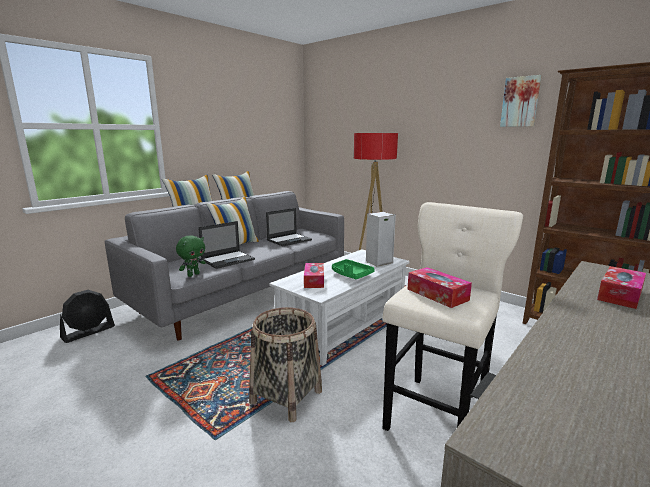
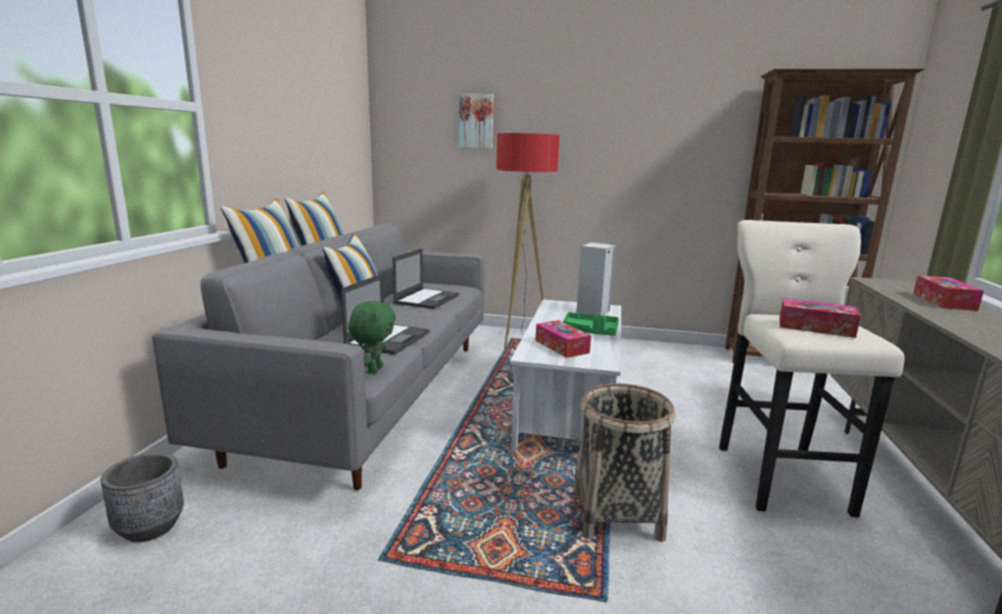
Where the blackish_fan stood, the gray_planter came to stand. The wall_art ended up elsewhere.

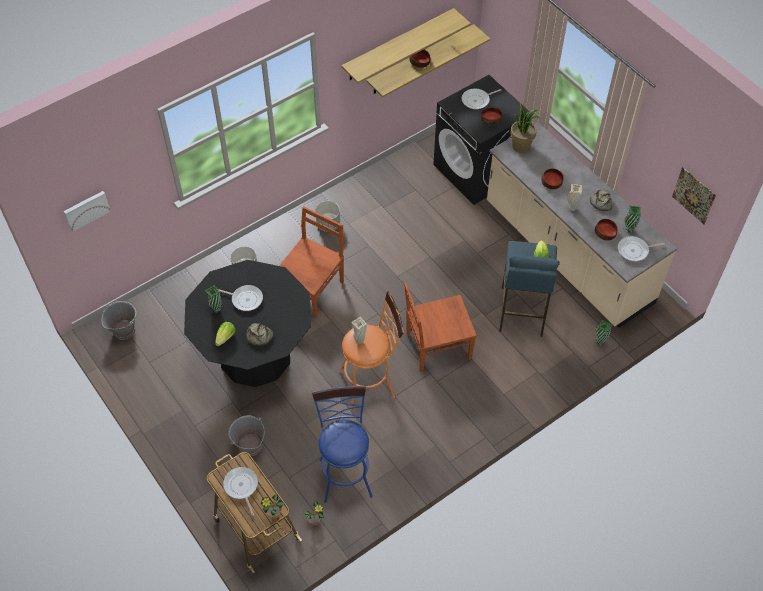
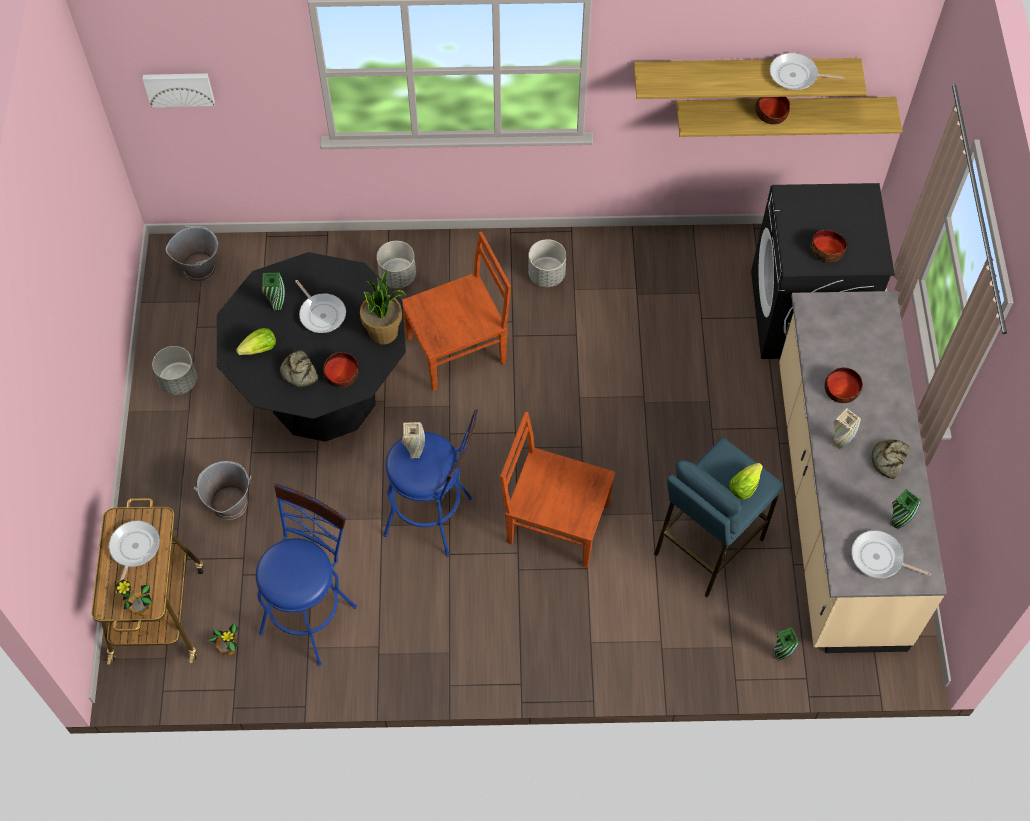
The second view gained the gray_planter (1st from left). The deep_dish (4th from left in the first image) ended up elsewhere. The houseplant (3rd from left) ended up elsewhere. What was the orange_stool_seat turned into the bluish_stool_seat (2nd from left). The pan (3rd from left) ended up elsewhere. The second view lost the wall_art (2nd from left).

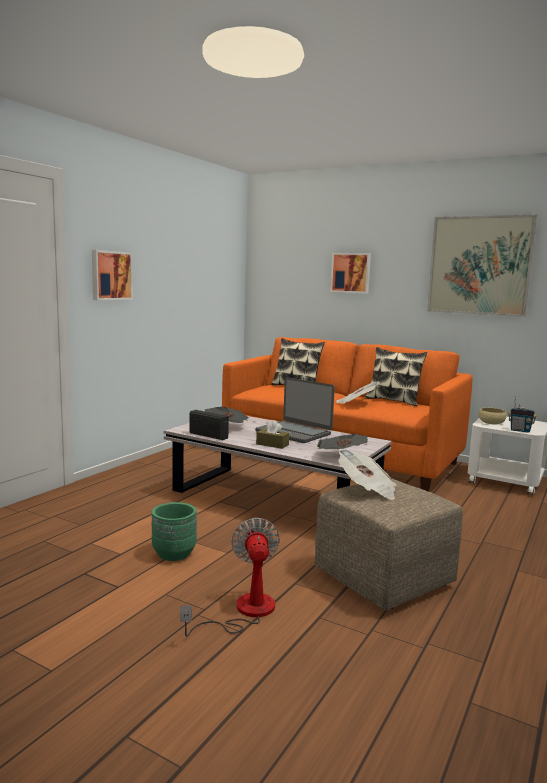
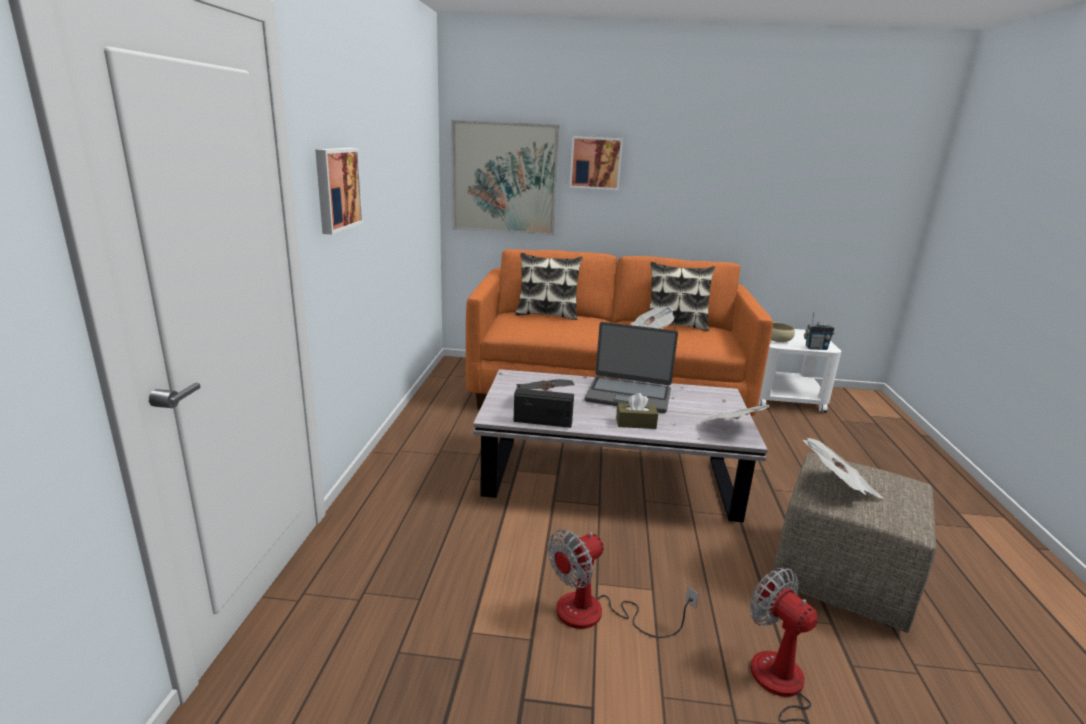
The wall_art (3rd from left in the first image) ended up elsewhere. Where the greenish_planter stood, the fan (1st from left) came to stand.

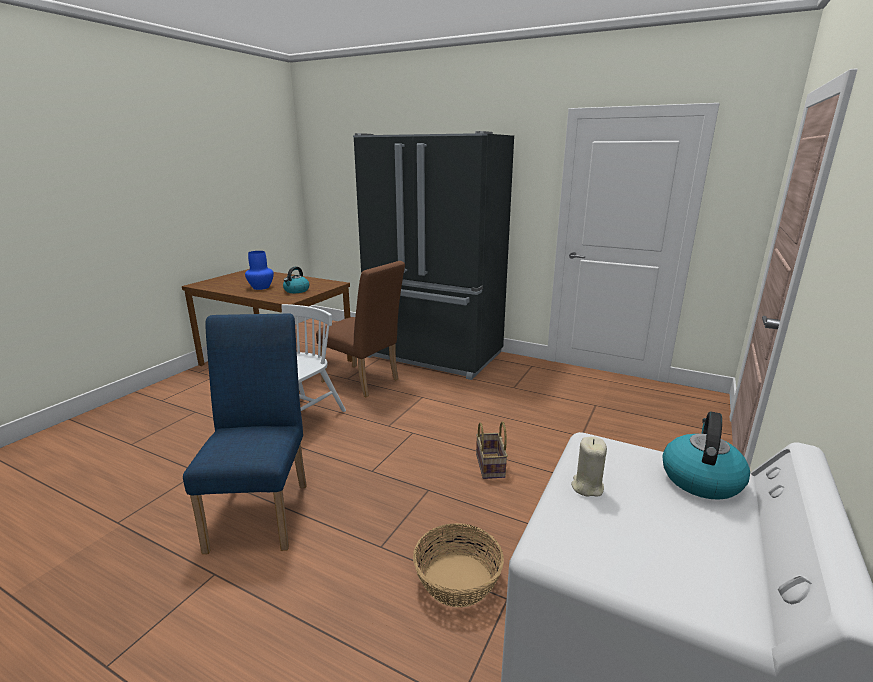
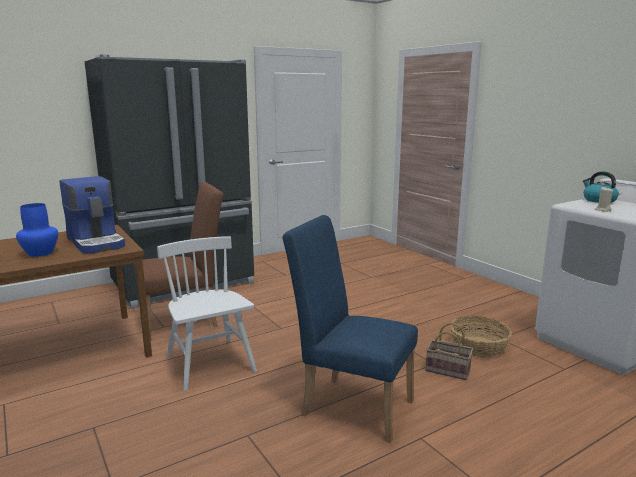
Where the kettle (1st from left) stood, the coffee_maker came to stand. The storage_basket (2nd from left in the first image) ended up elsewhere.

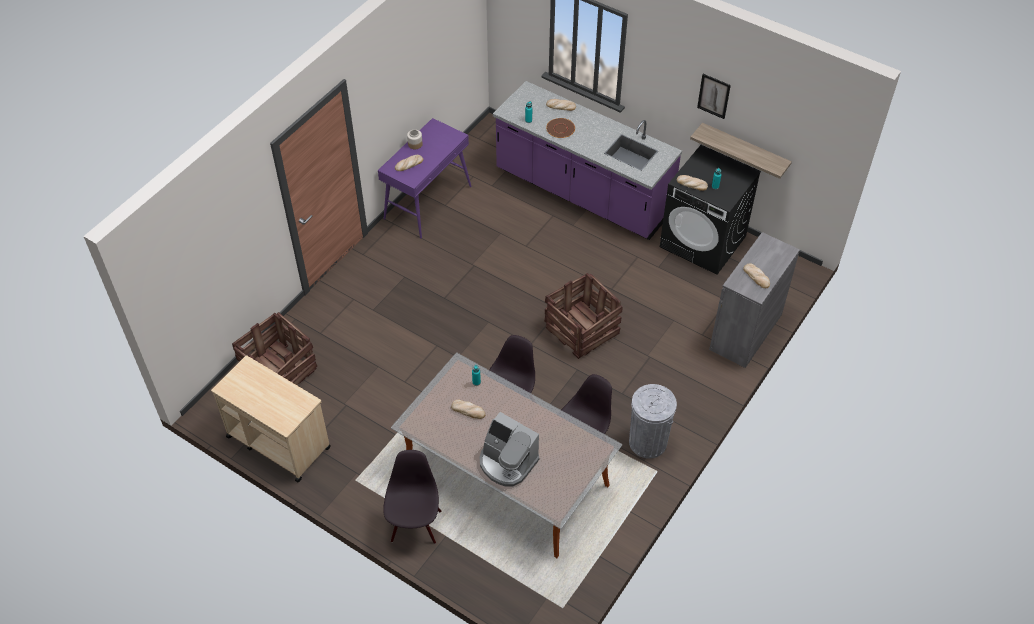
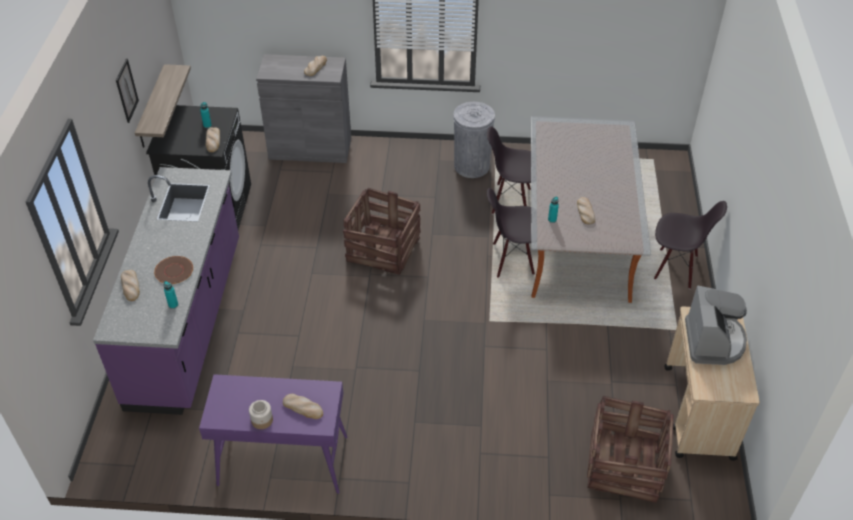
The blackish_plain_chair (1st from left in the first image) ended up facing another way, 135 degrees counterclockwise from before. The coffee_maker ended up elsewhere.

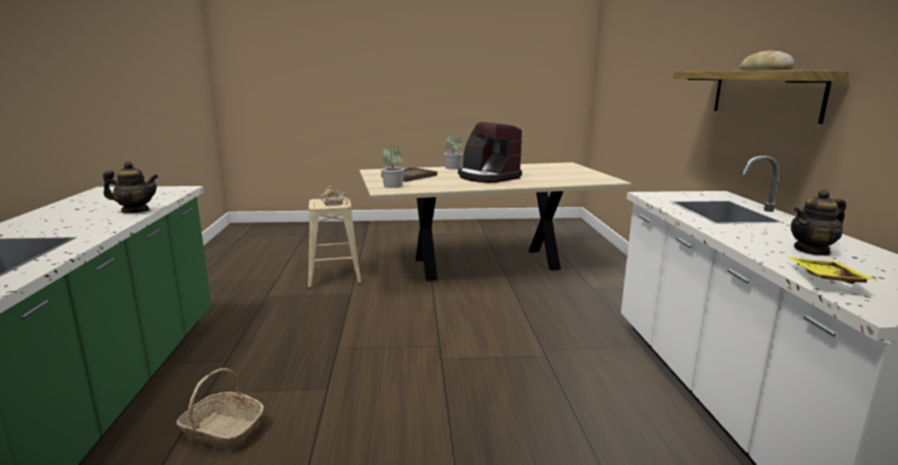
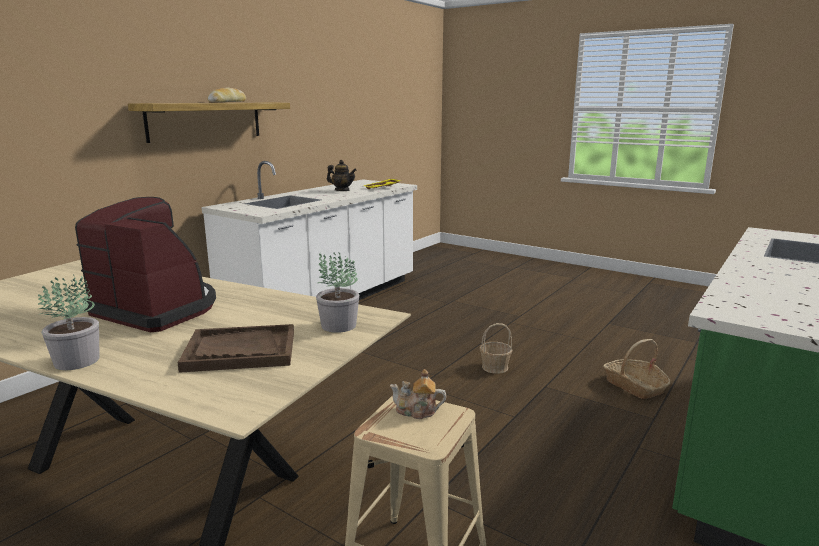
The coffee_maker ended up facing another way, 60 degrees counterclockwise from before. The second view gained the storage_basket (1st from left). The second view lost the tea_pot (1st from left).

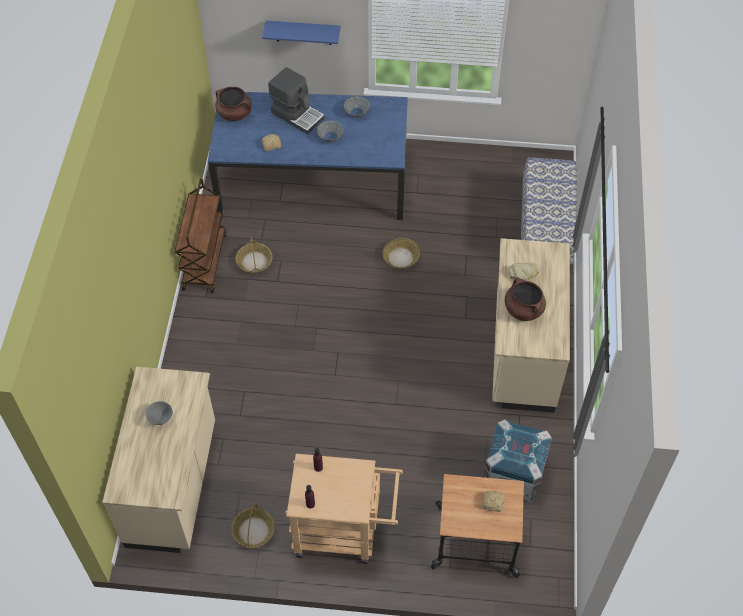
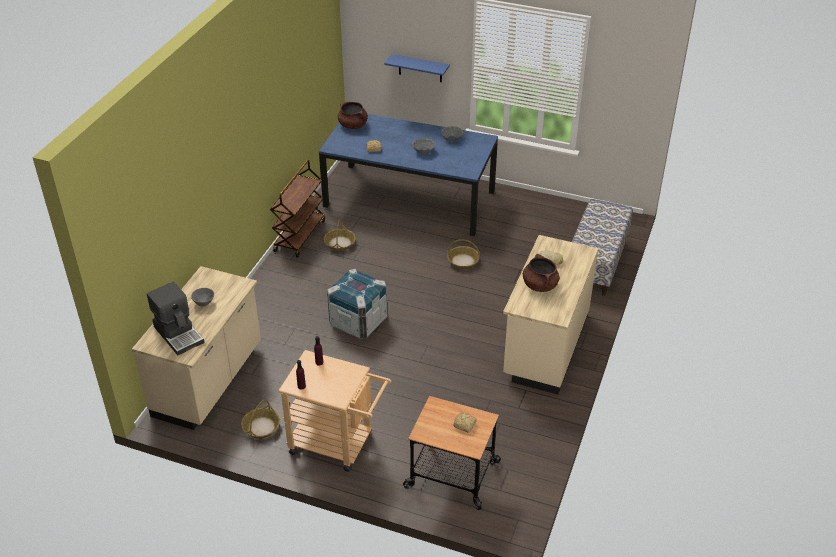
The coffee_maker ended up elsewhere. The packing_crate ended up elsewhere.

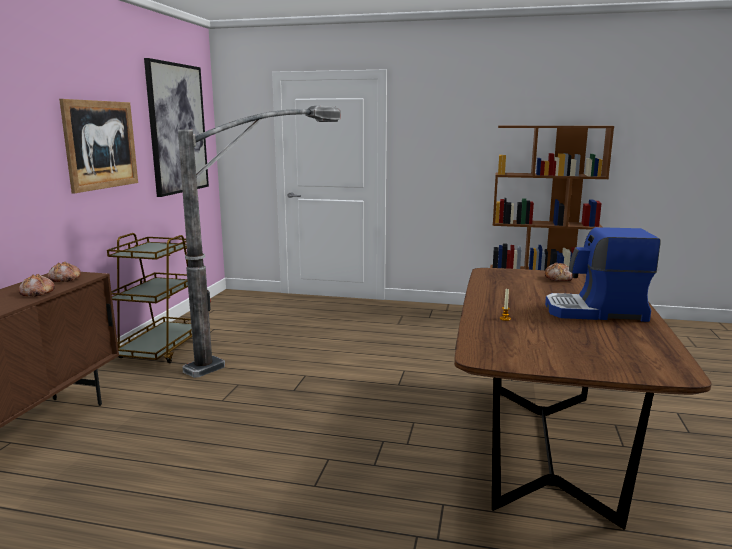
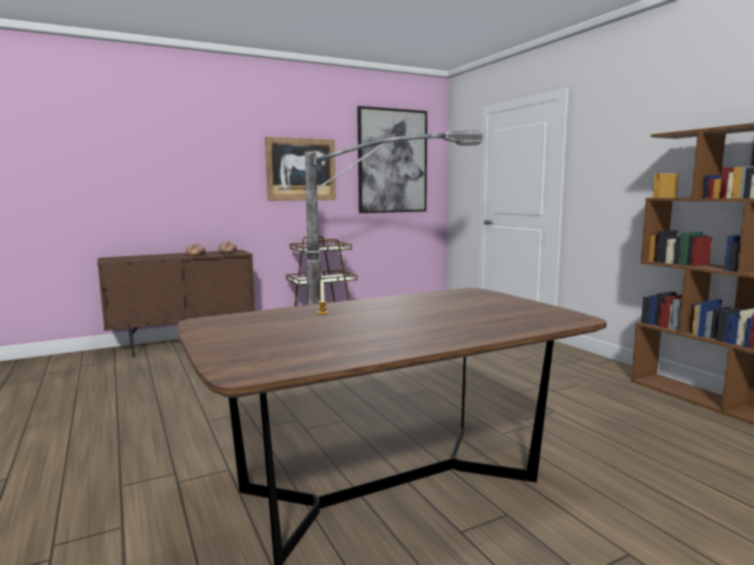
The second view lost the coffee_maker. The second view lost the baked_bread (3rd from left).

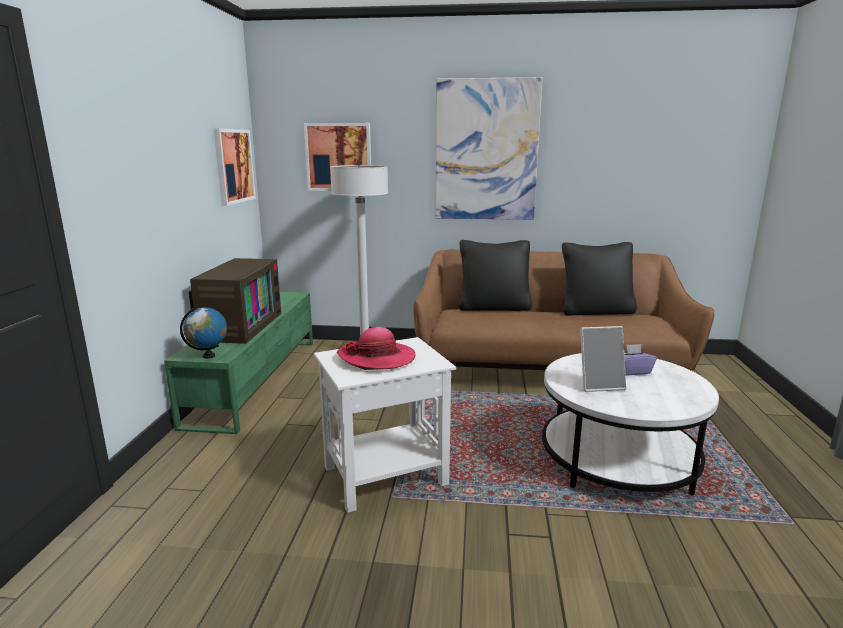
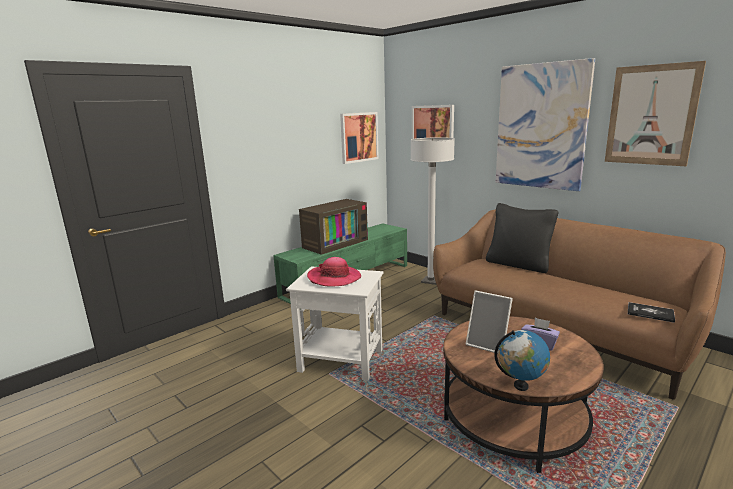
What was the white-coloured_coffee_table turned into the brown_coffee_table. The globe ended up elsewhere. The second view gained the wall_art (4th from left). The second view gained the volume. The second view lost the blackish_throw_pillow (2nd from left).

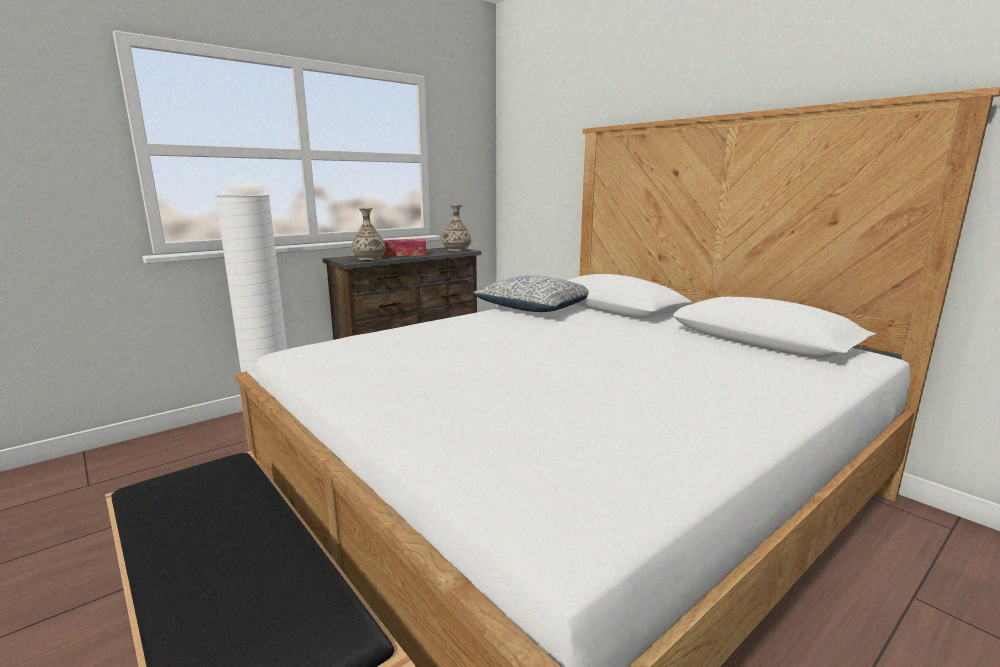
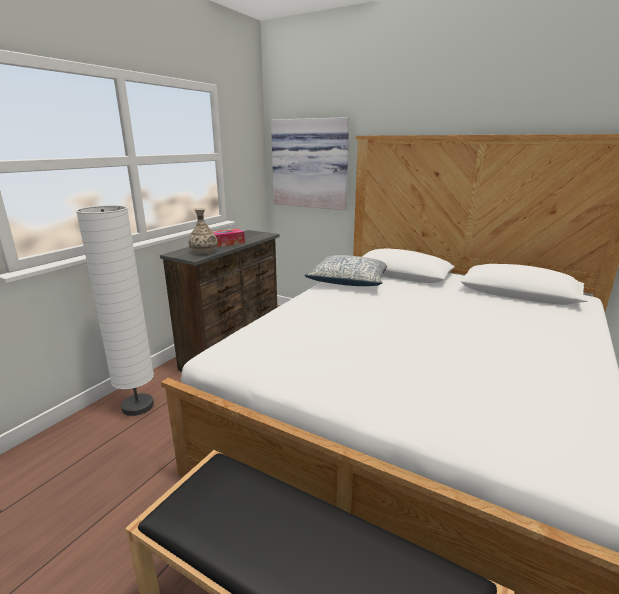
The second view gained the wall_art. The second view lost the flower_vase (2nd from left).

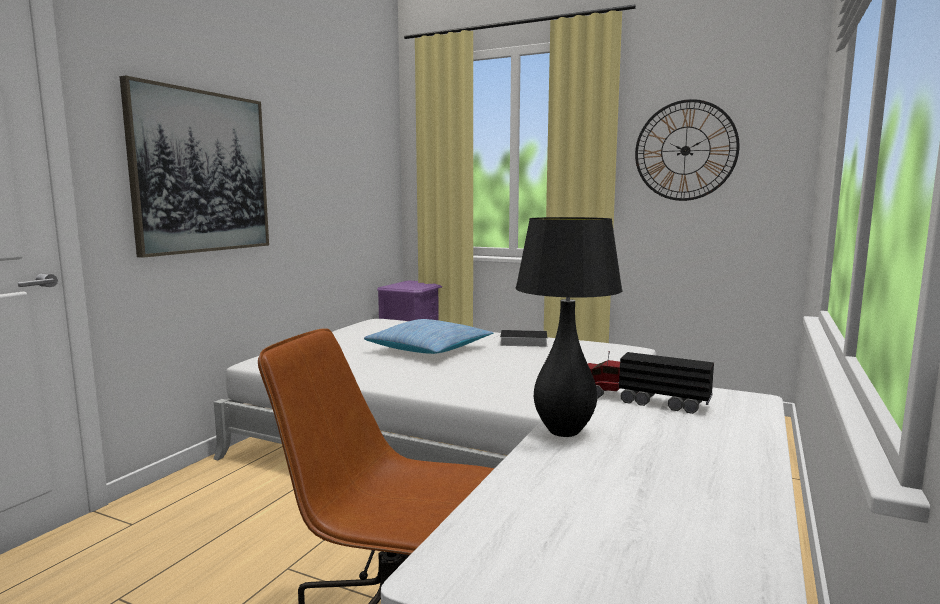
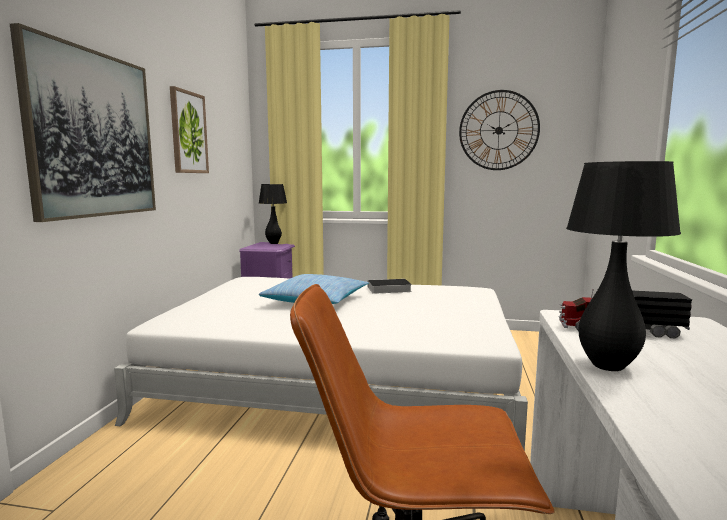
The second view gained the wall_art (2nd from left). The second view gained the blackish_table_lamp (1st from left).

